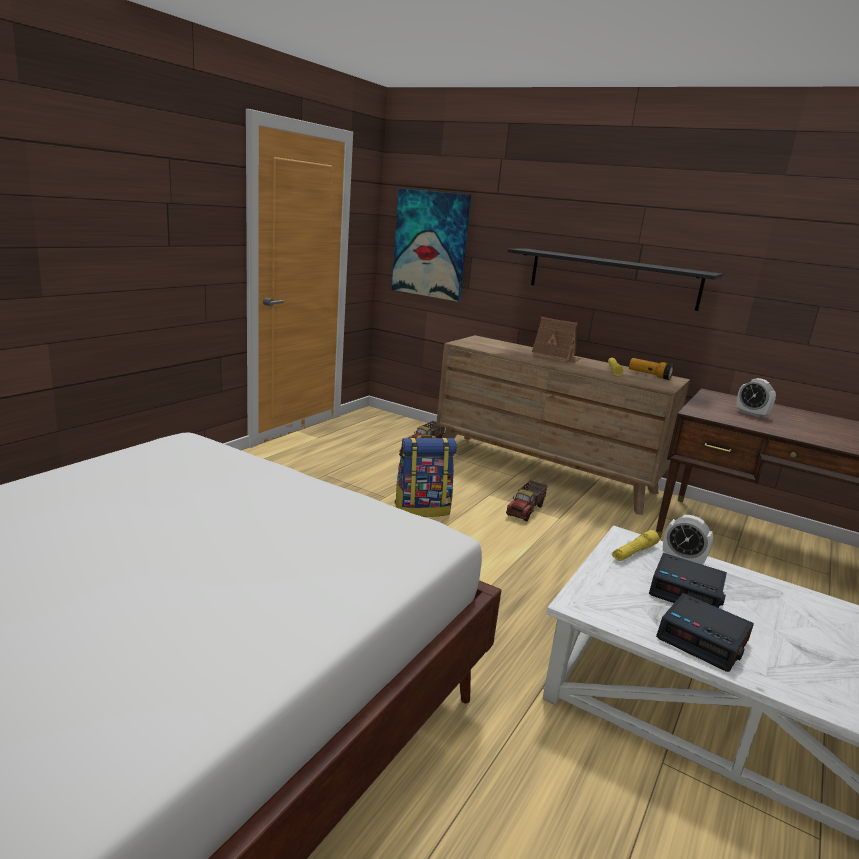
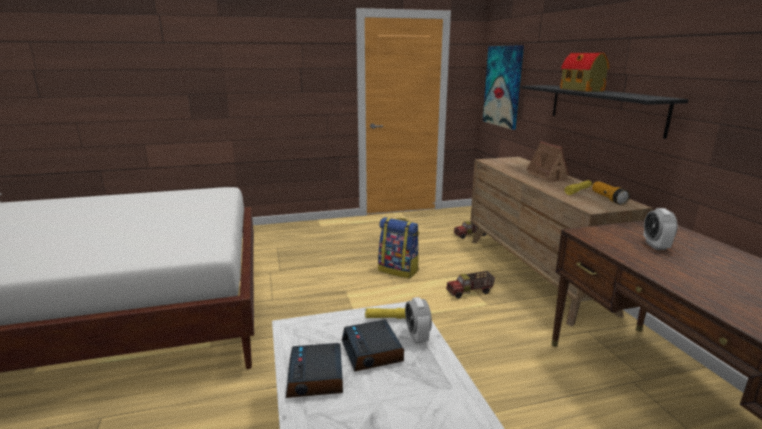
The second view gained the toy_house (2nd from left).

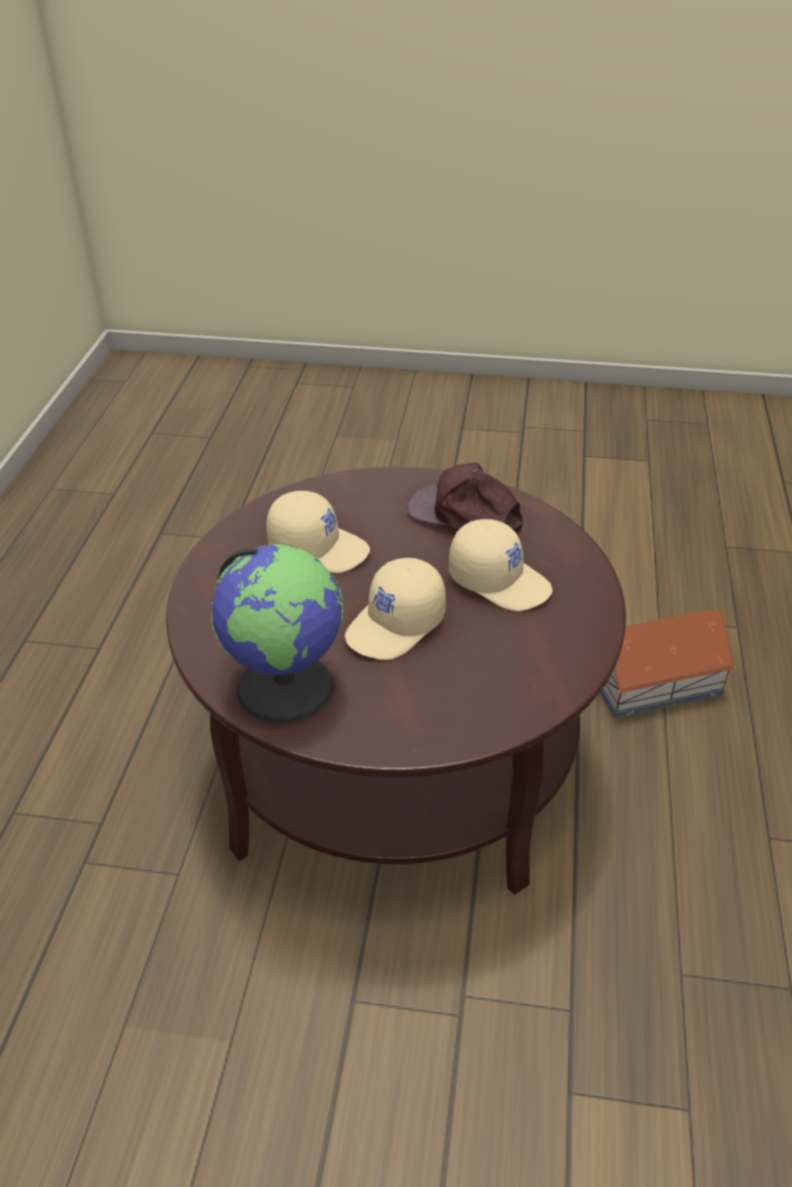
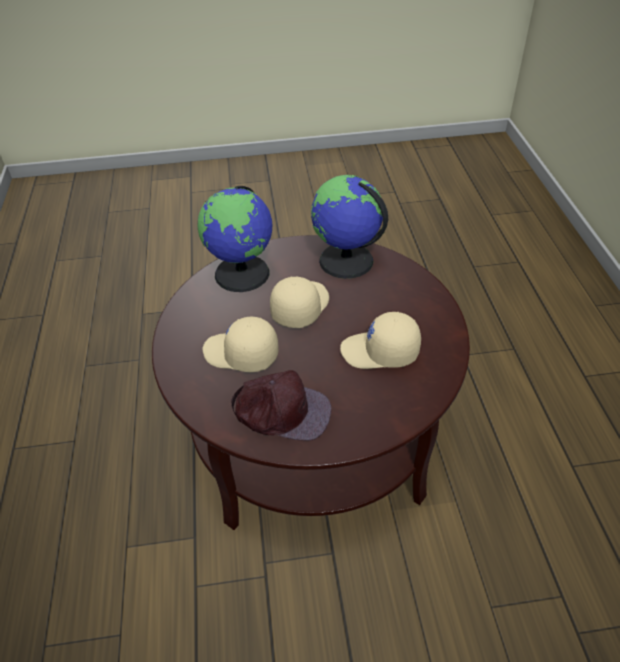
The second view gained the globe (1st from left). The second view lost the toy_house.

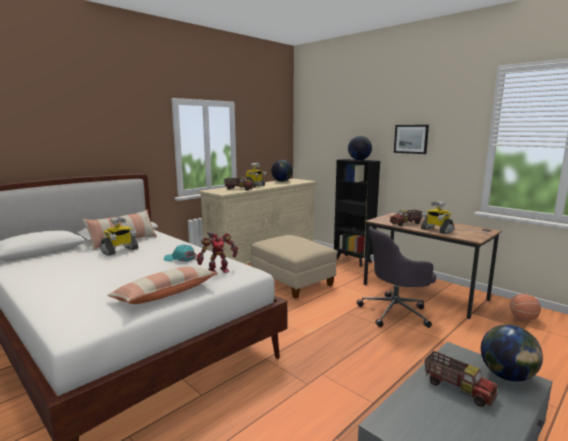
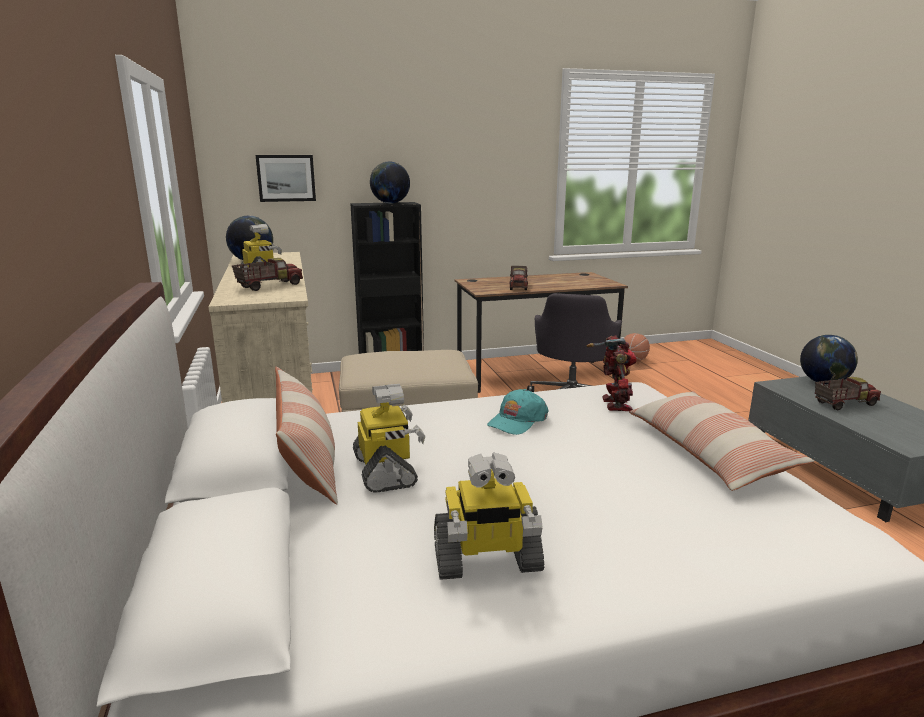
The wall_art ended up elsewhere. The robot_figure (4th from left in the first image) ended up elsewhere.

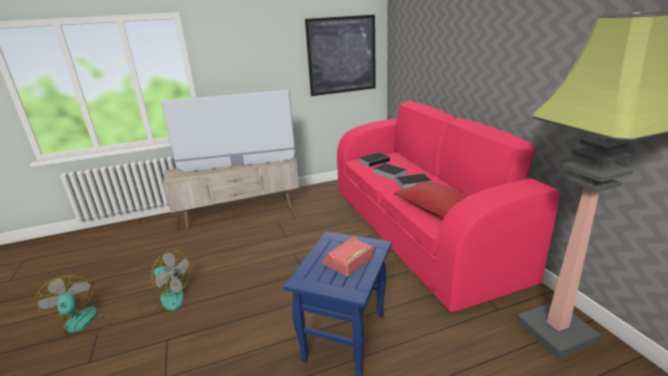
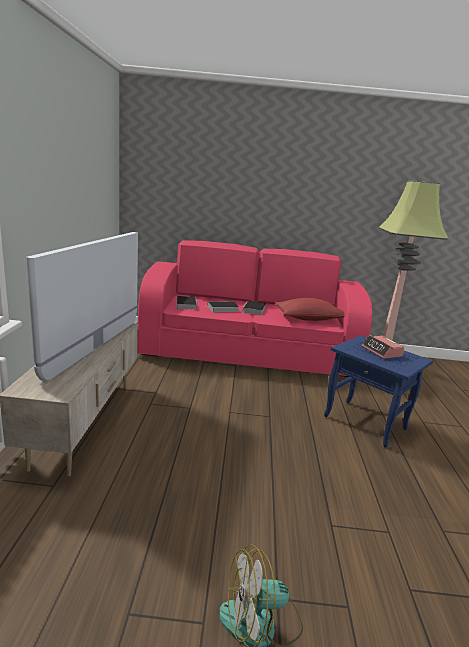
The second view lost the fan (2nd from left). The second view lost the wall_art.

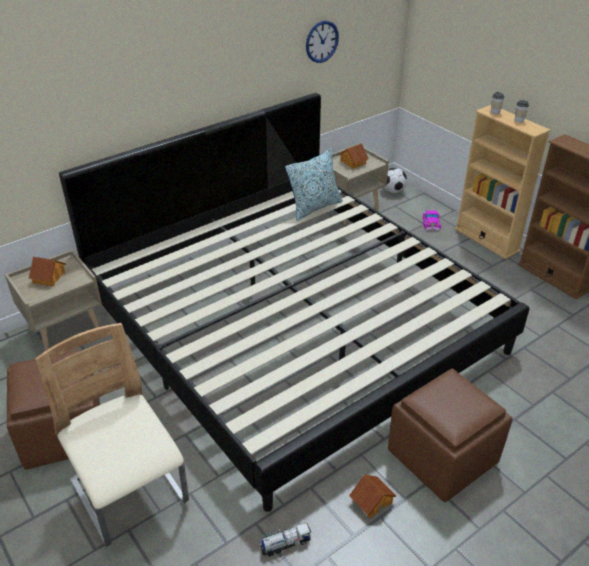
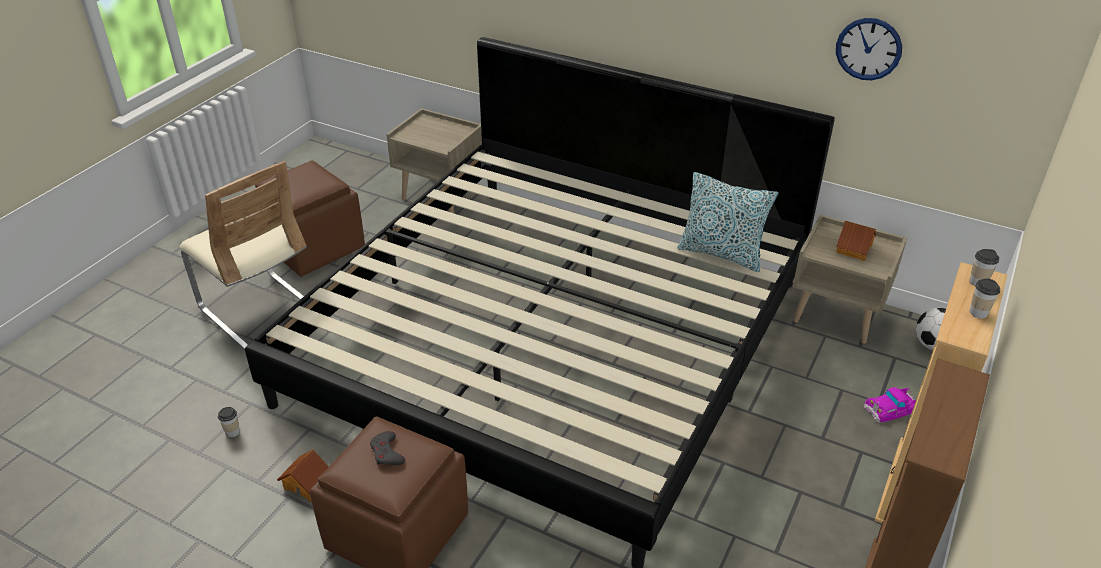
The beige-coloured_plain_chair ended up facing another way, 105 degrees clockwise from before. Where the toy_truck stood, the drinking_cup (1st from left) came to stand. The second view gained the gray_game_controller. The second view lost the toy_house (1st from left).

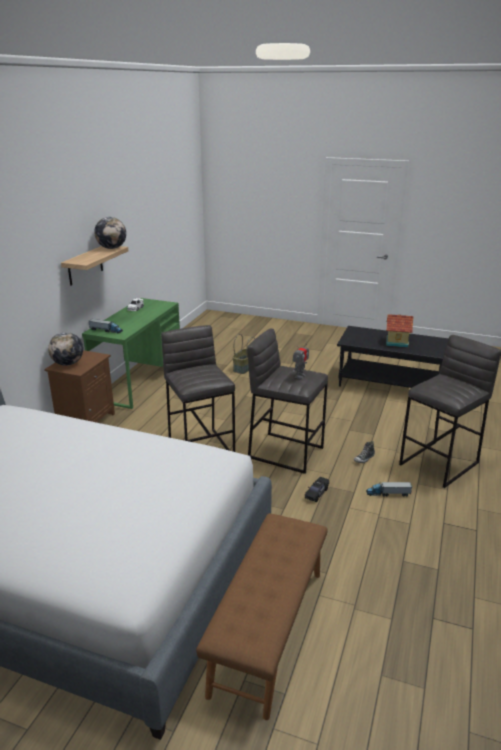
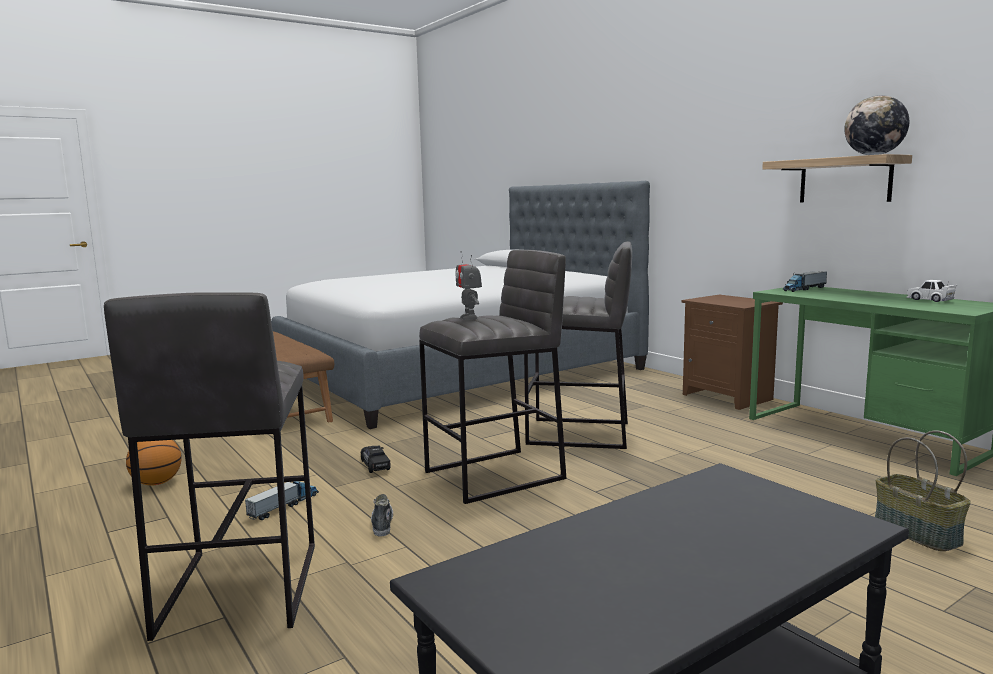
The second view gained the basketball_ball. The second view lost the globe (1st from left). The second view lost the toy_house.

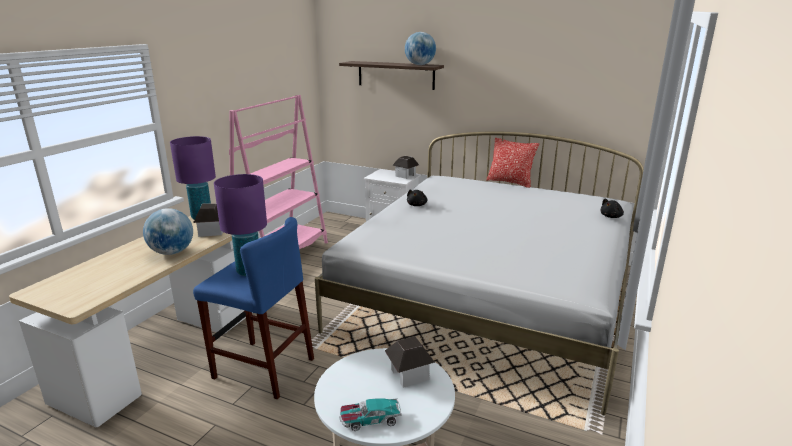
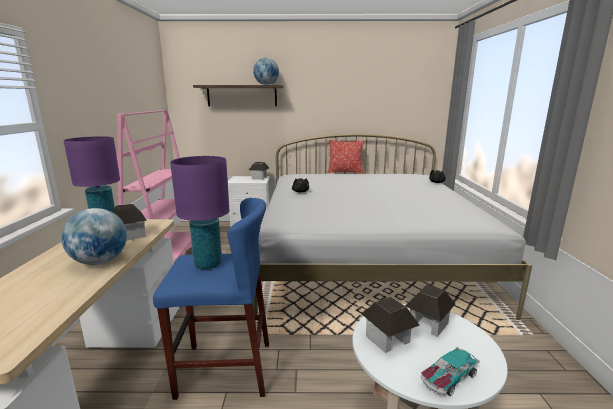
The second view gained the toy_house (3rd from left).

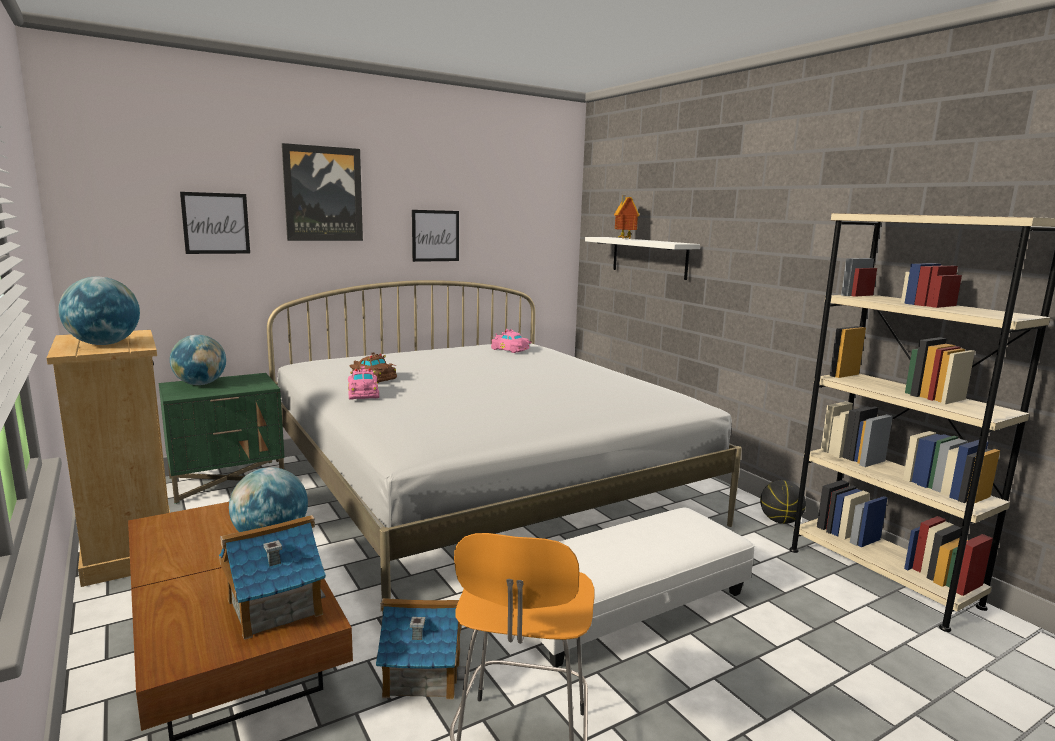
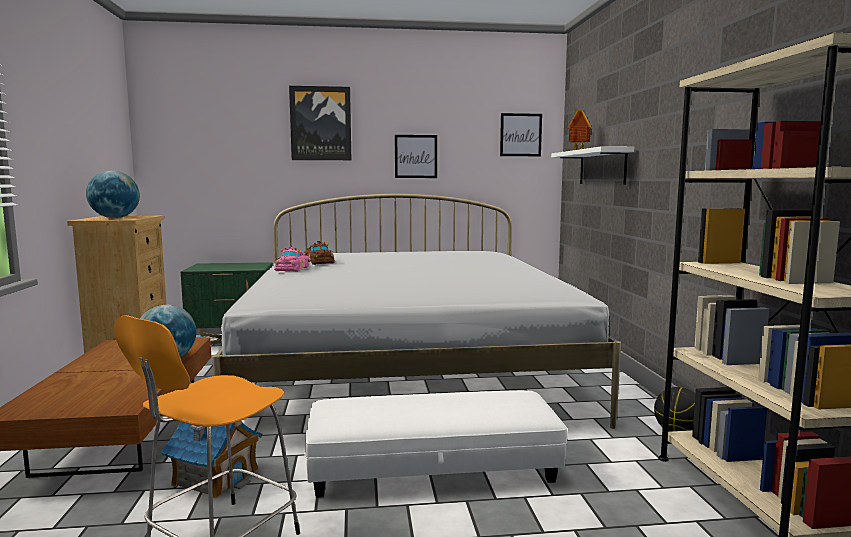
The wall_art (1st from left in the first image) ended up elsewhere. The second view lost the globe (2nd from left). The second view lost the toy_house (1st from left). The second view lost the pinkish_toy_car (2nd from left).

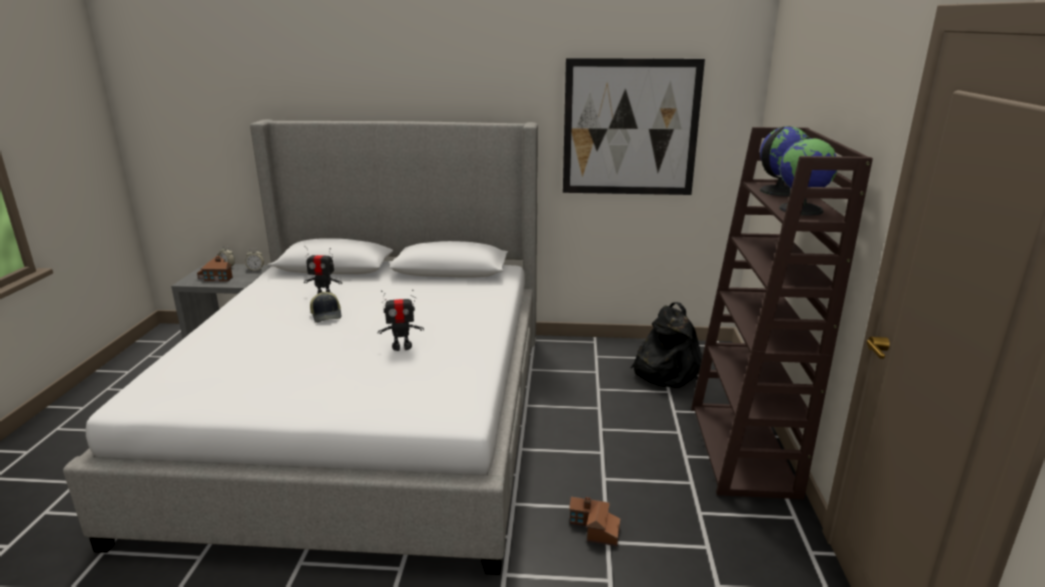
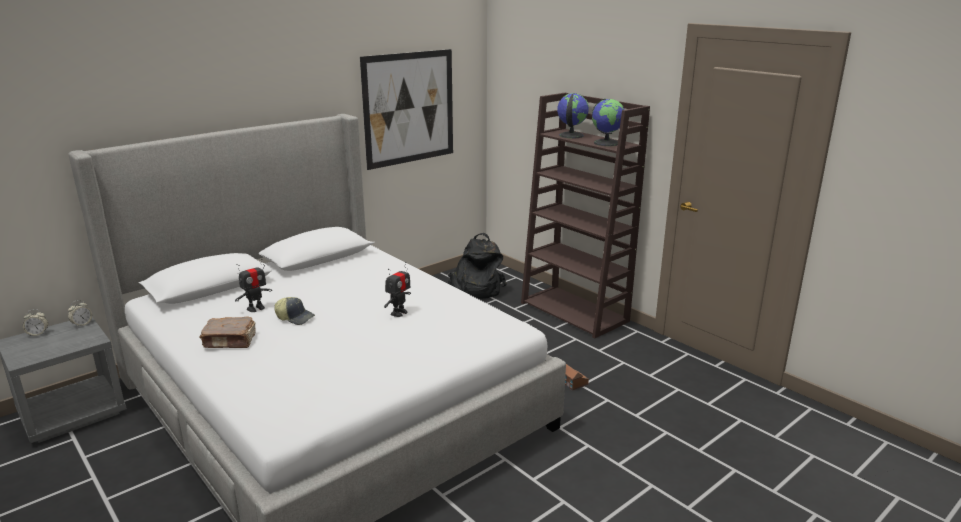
The second view gained the brown_volume. The second view lost the toy_house (1st from left).

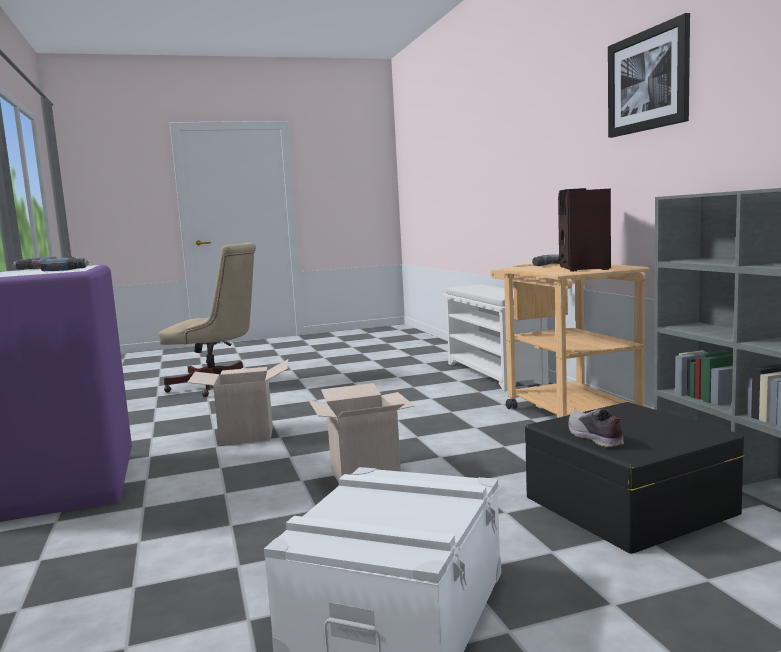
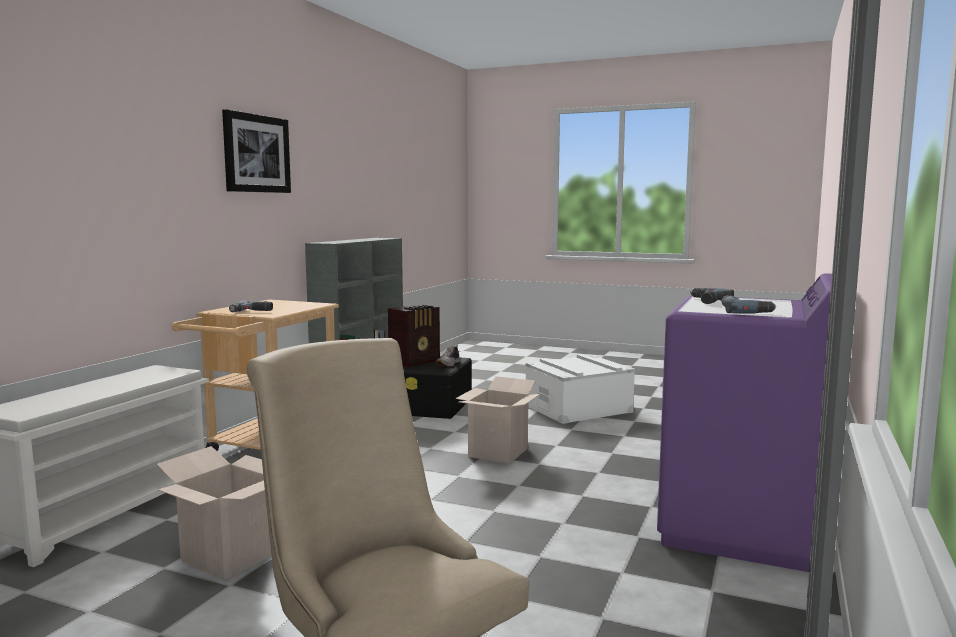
The carton (1st from left) ended up elsewhere. The radio ended up elsewhere.

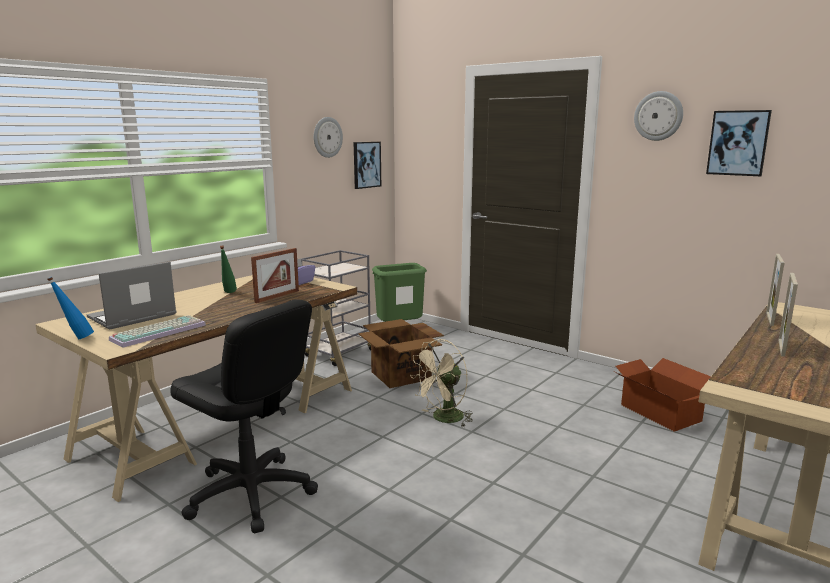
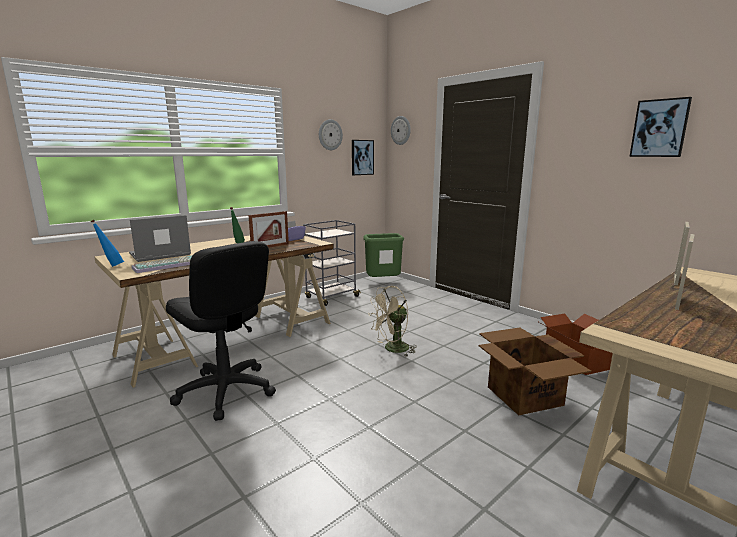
The wall_clock (2nd from left) ended up elsewhere. The carton (1st from left) ended up elsewhere.

